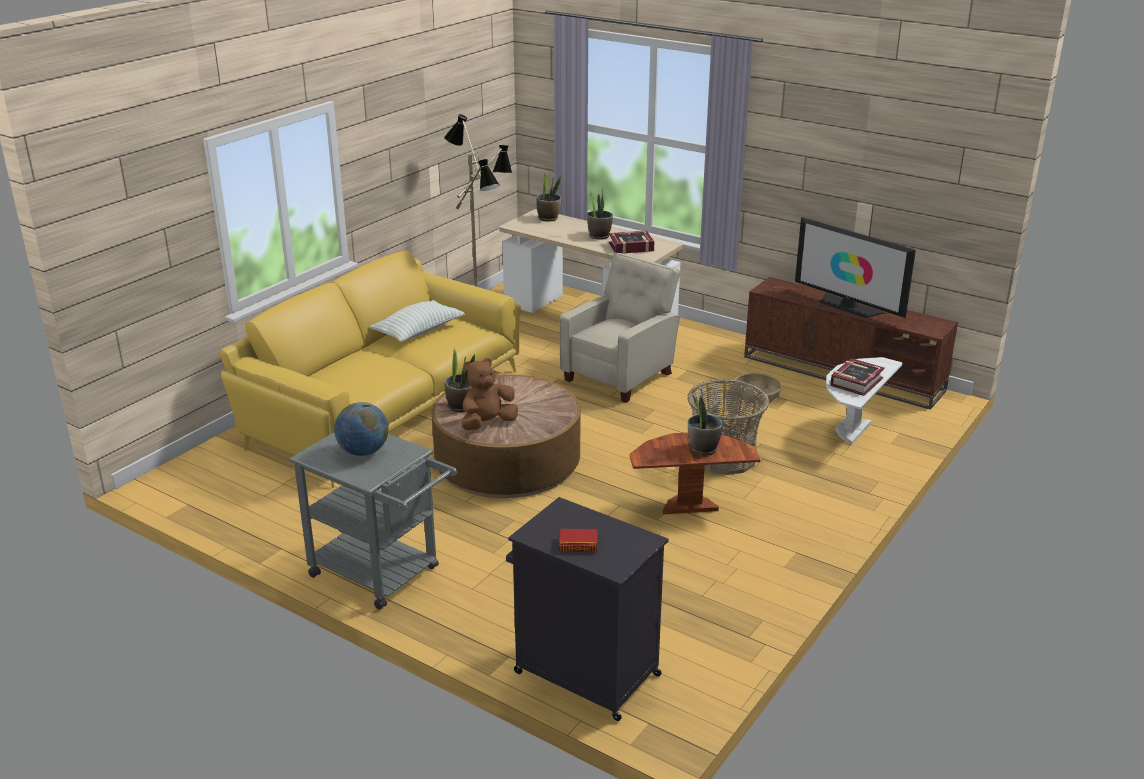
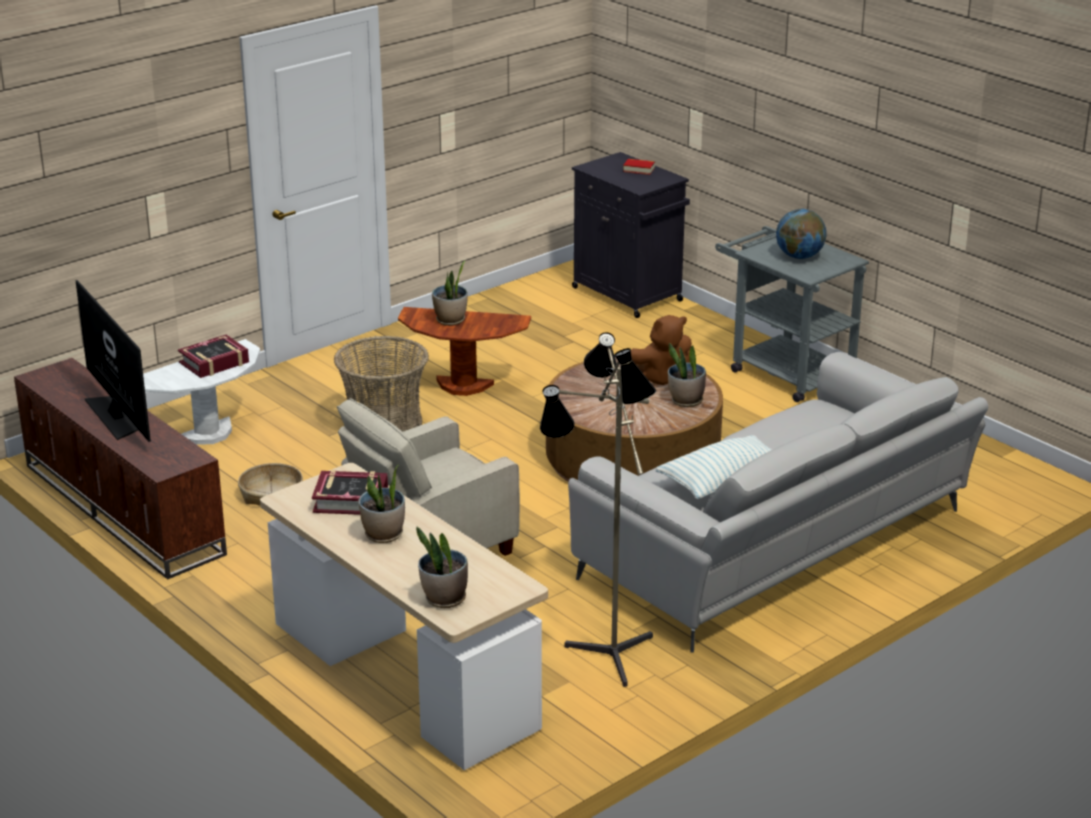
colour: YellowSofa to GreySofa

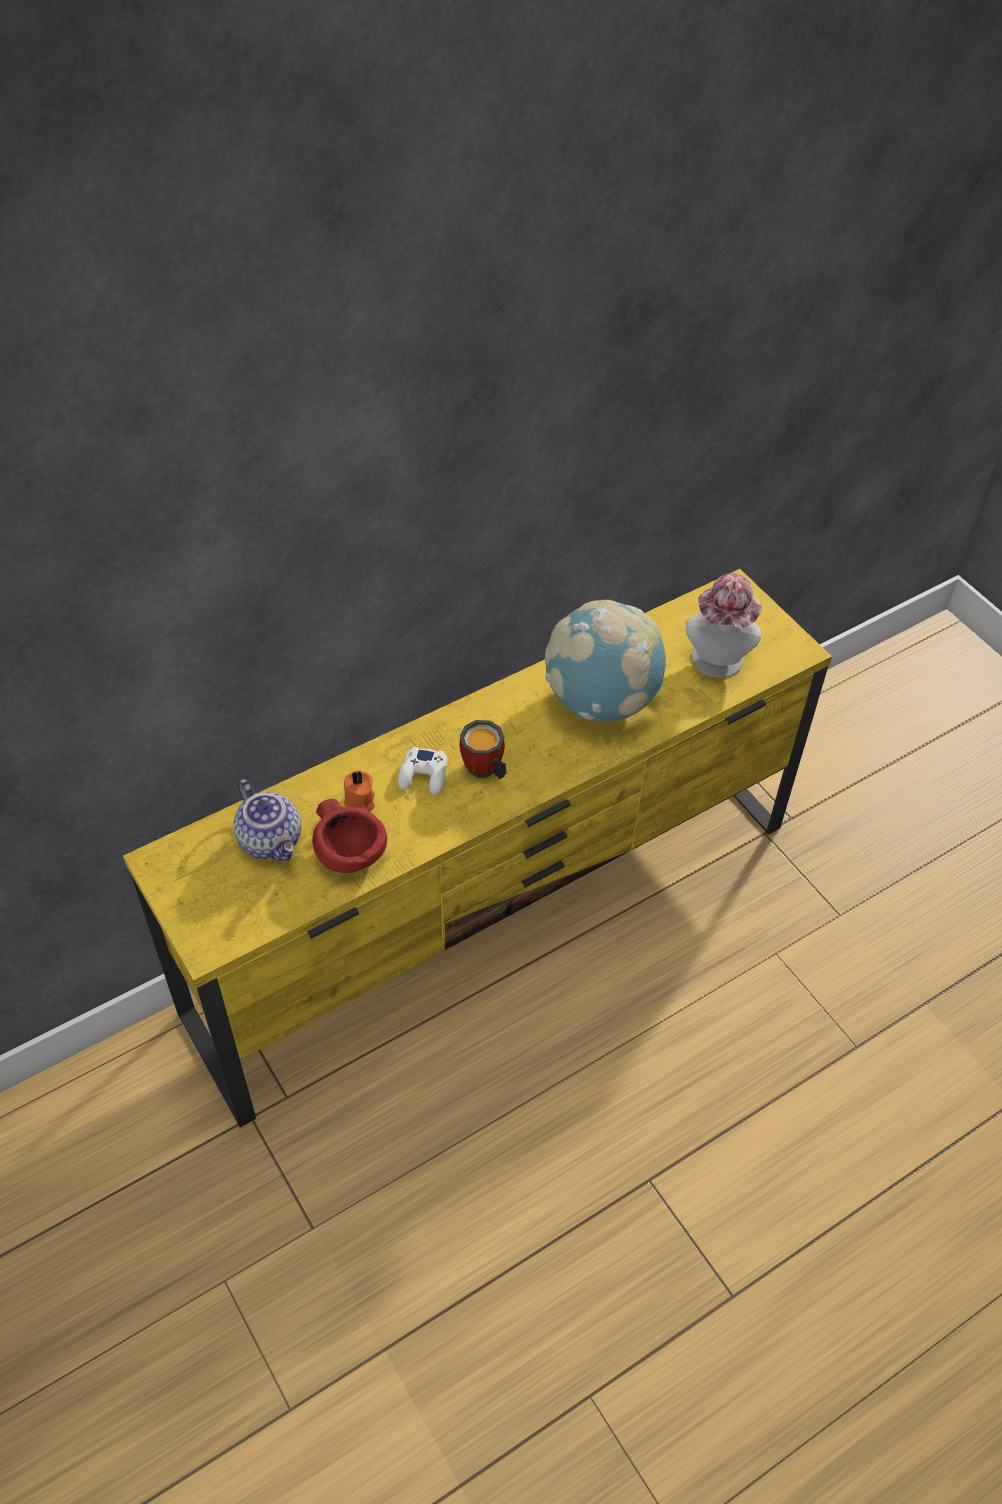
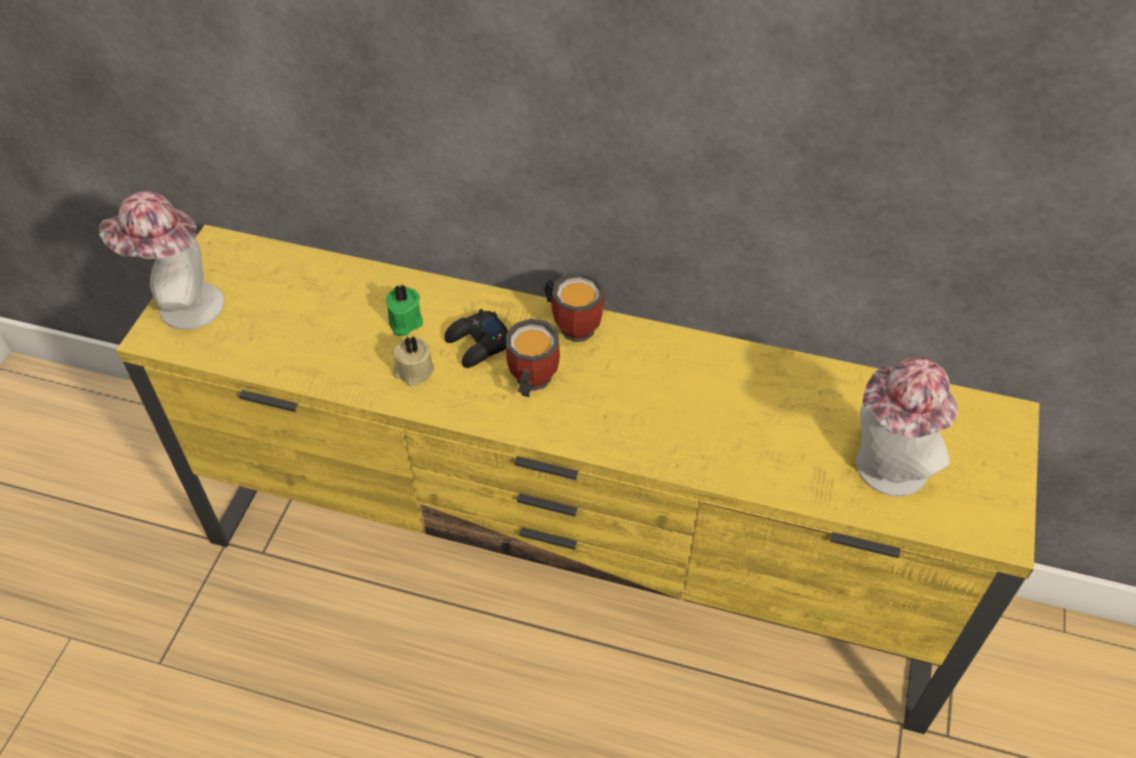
missing: Teapot; RedBowl; Globe
appeared: Hat (no. 1 from left); BeigeCandle; Mug (no. 2 from left)
colour: OrangeCandle to GreenCandle; WhiteGameController to BlackGameController

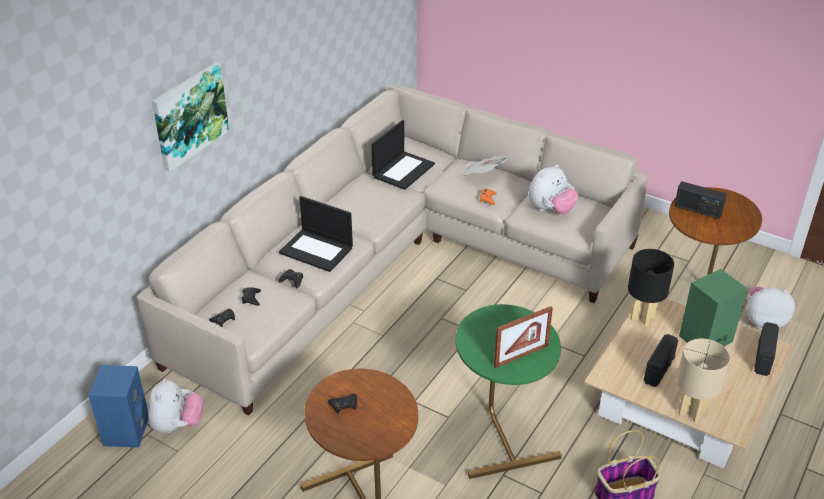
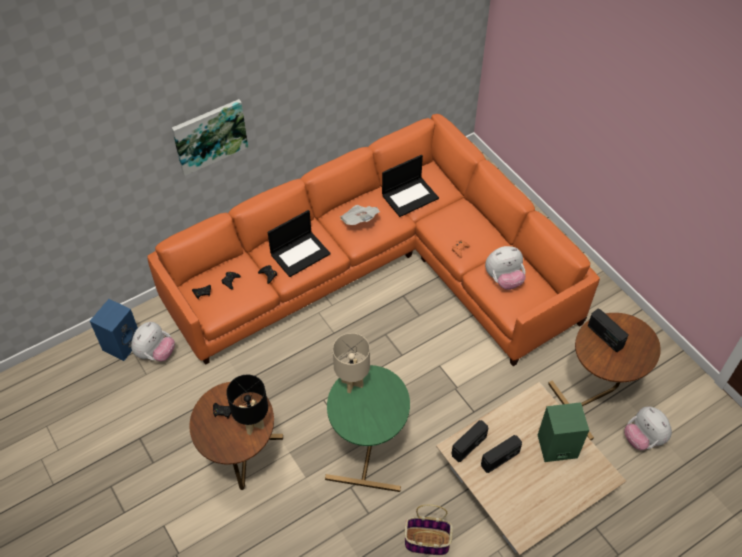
missing: PictureFrame
relocated: Newspaper; BlackTableLamp; BeigeTableLamp; Radio (no. 3 from left in the first image) to Radio (no. 1 from left)
colour: BeigeSofa to OrangeSofa
spun: Laptop (no. 1 from left) 90 degrees counterclockwise; PlushToy (no. 3 from left) 150 degrees counterclockwise

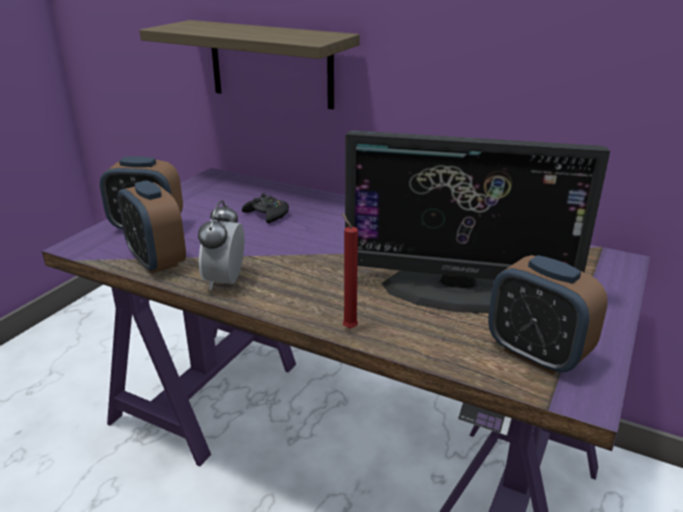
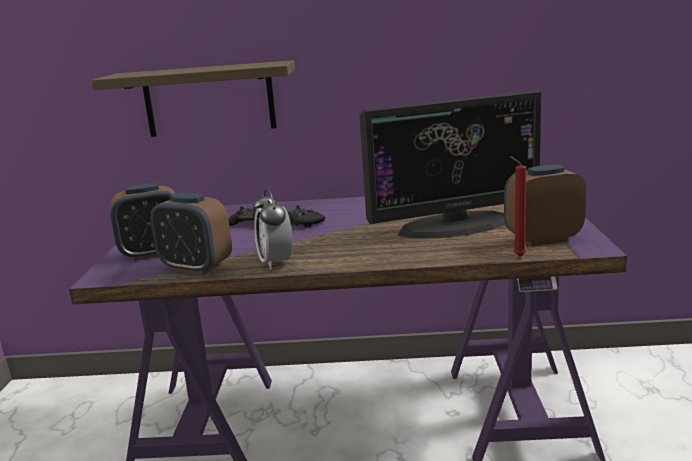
appeared: BlackGameController (no. 2 from left)
relocated: RedCandle
spun: AlarmClock (no. 4 from left) 150 degrees clockwise

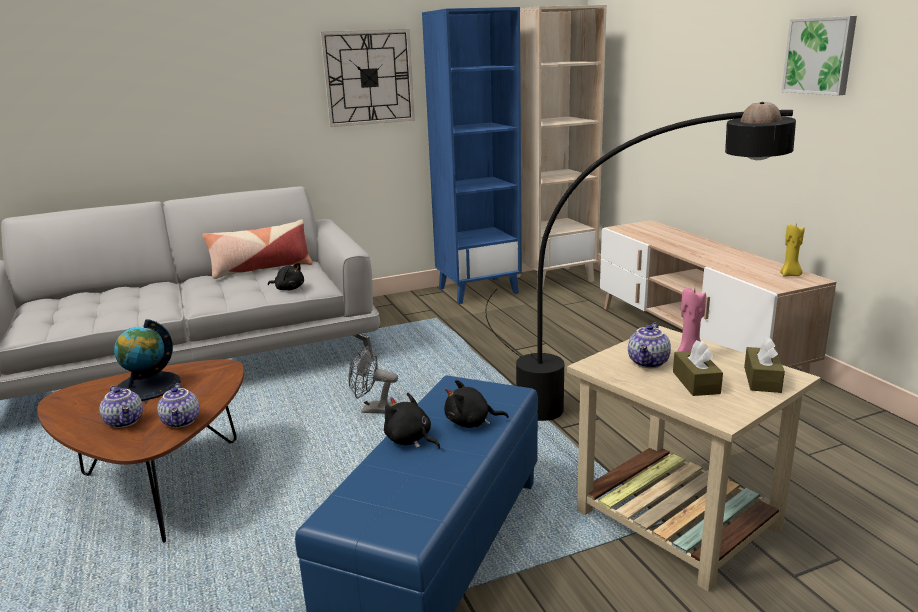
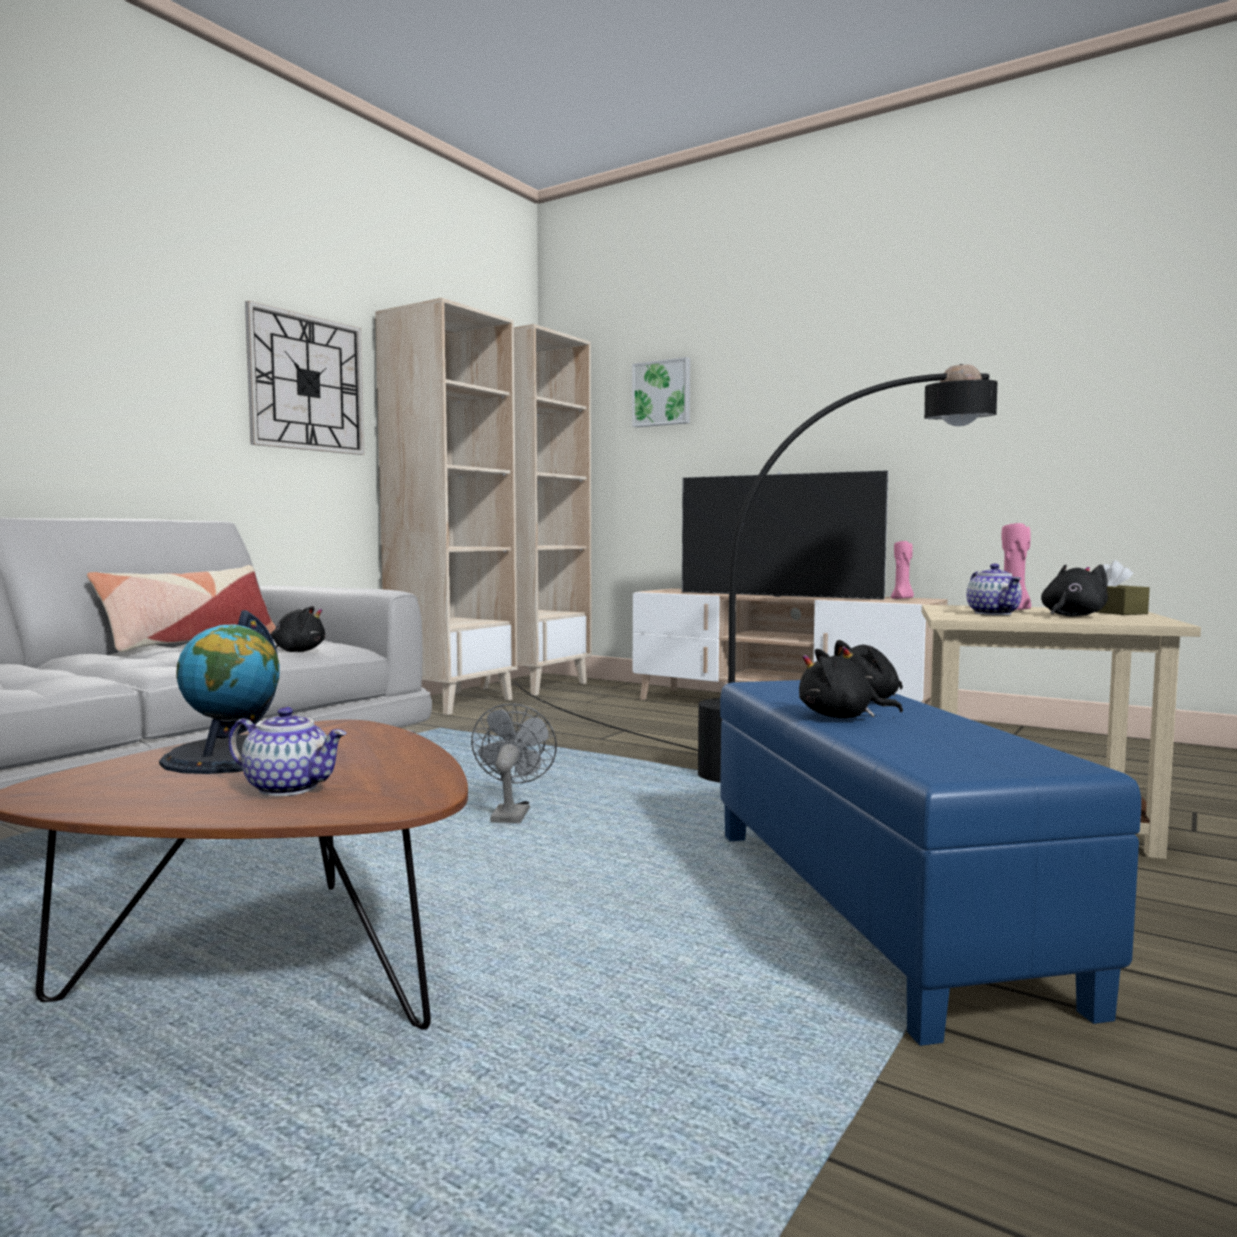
missing: Teapot (no. 2 from left)
appeared: Television
relocated: Picture
exchanged: BrownTissueBox (no. 1 from left) to BlackPlushToy (no. 4 from left)
colour: BlueBookcase to BeigeBookcase (no. 1 from left); YellowCandle to PinkCandle (no. 1 from left)
spun: GreyFan 120 degrees clockwise

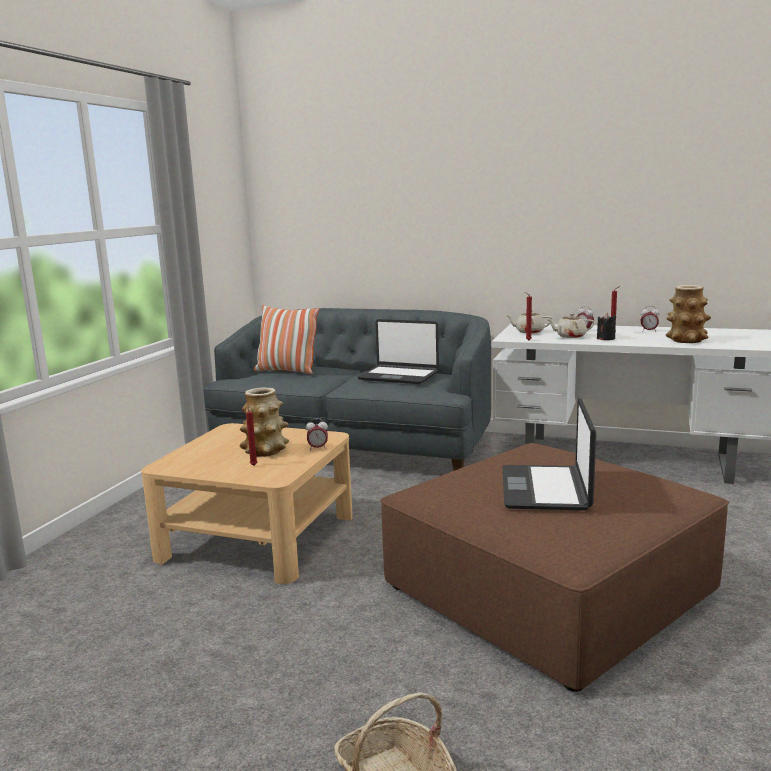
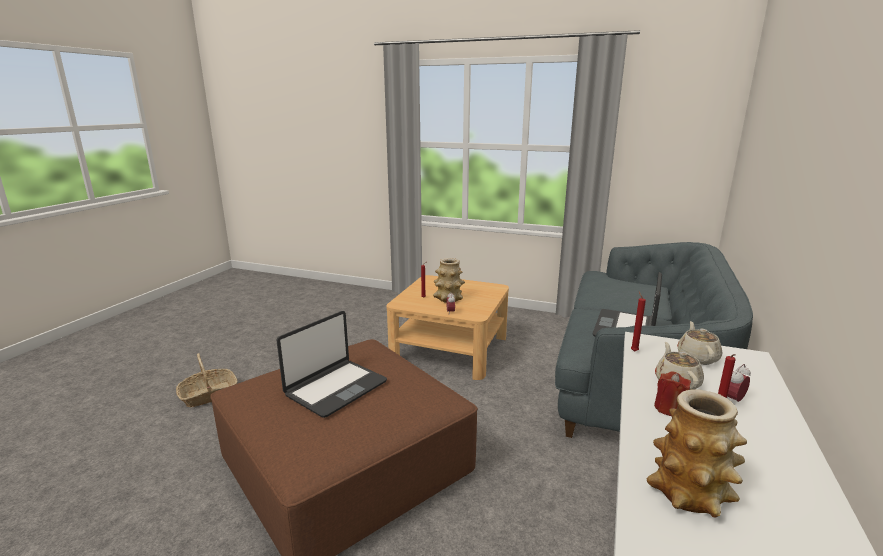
missing: Pillow; AlarmClock (no. 3 from left)
colour: BlackCandle to RedCandle (no. 3 from left)
spun: Laptop (no. 2 from left in the first image) 120 degrees clockwise

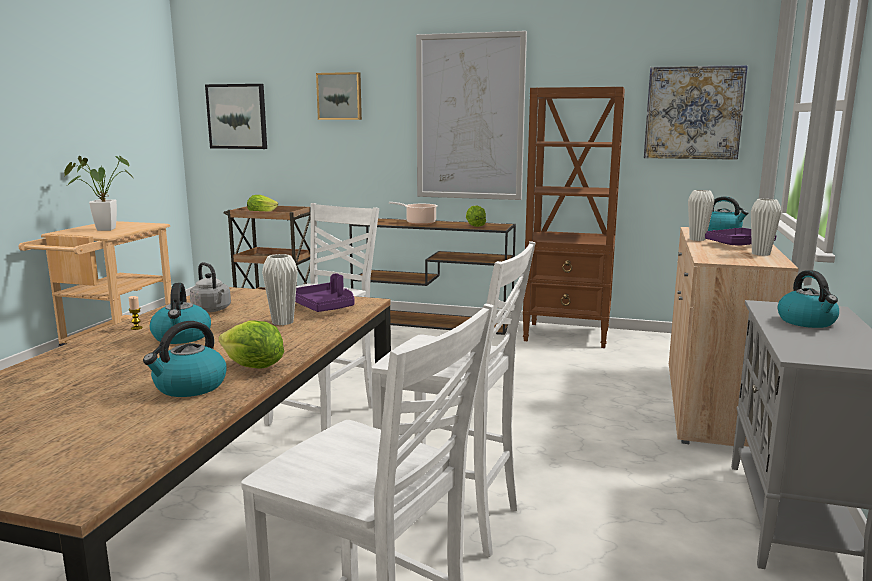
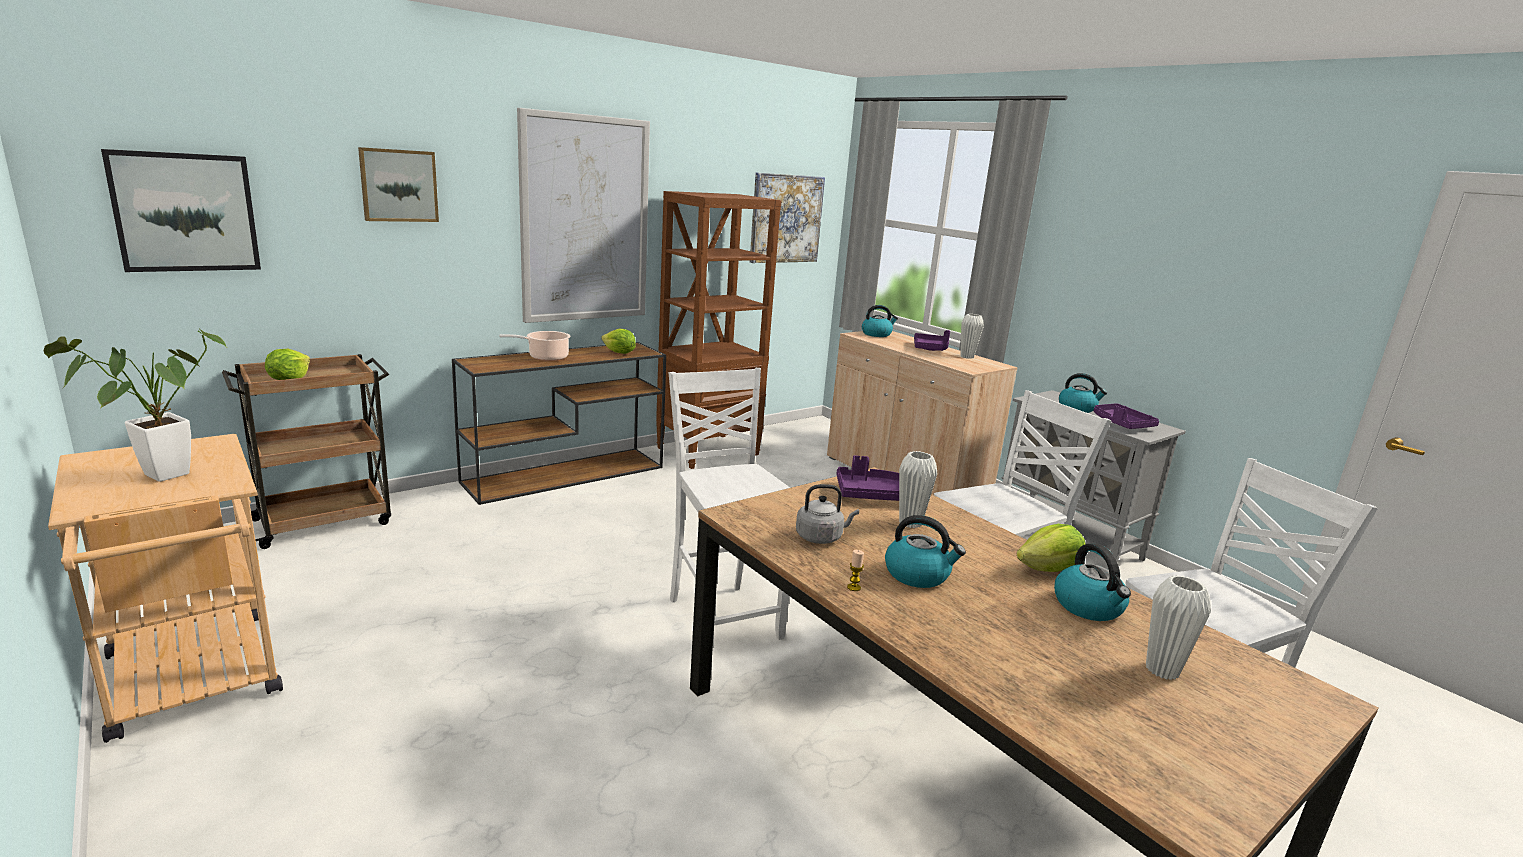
appeared: PurpleTray (no. 3 from left)
relocated: WhiteVase (no. 2 from left in the first image) to WhiteVase (no. 3 from left)

